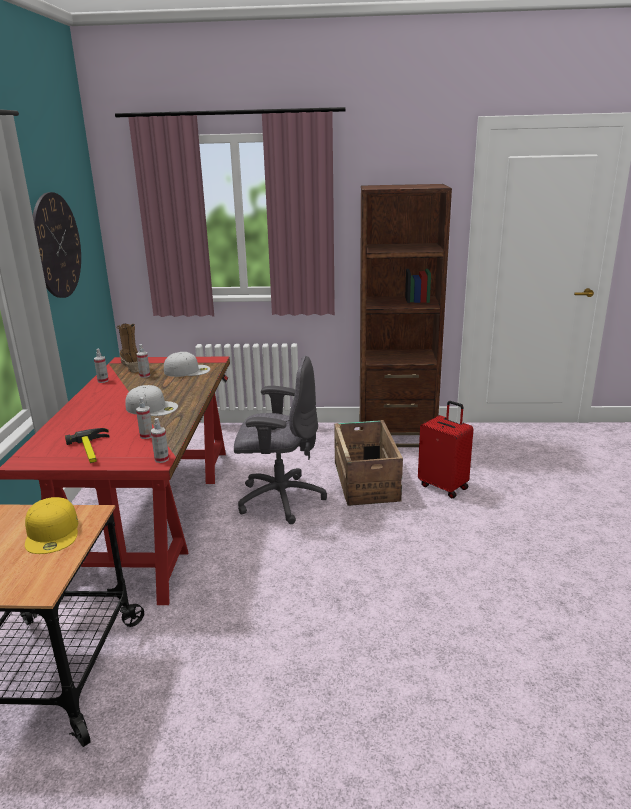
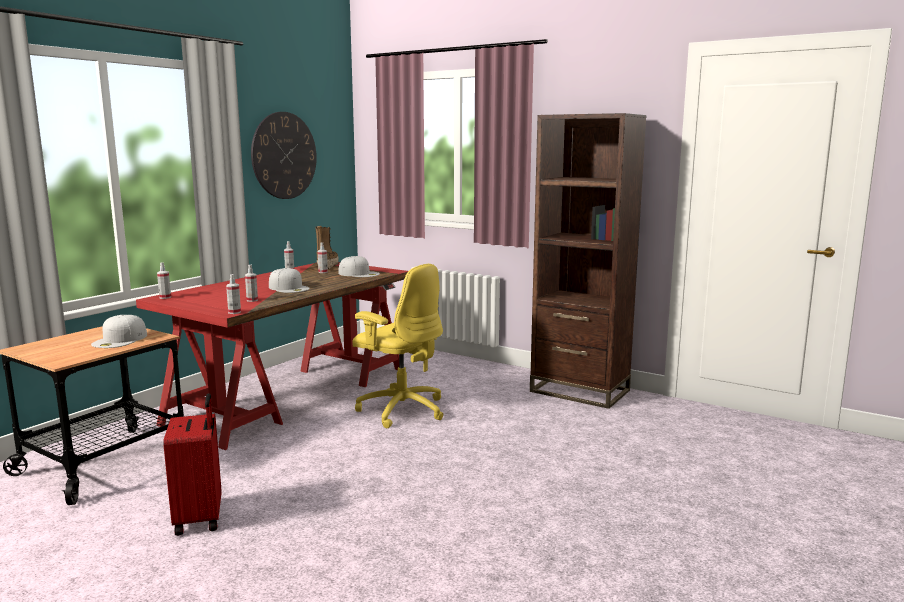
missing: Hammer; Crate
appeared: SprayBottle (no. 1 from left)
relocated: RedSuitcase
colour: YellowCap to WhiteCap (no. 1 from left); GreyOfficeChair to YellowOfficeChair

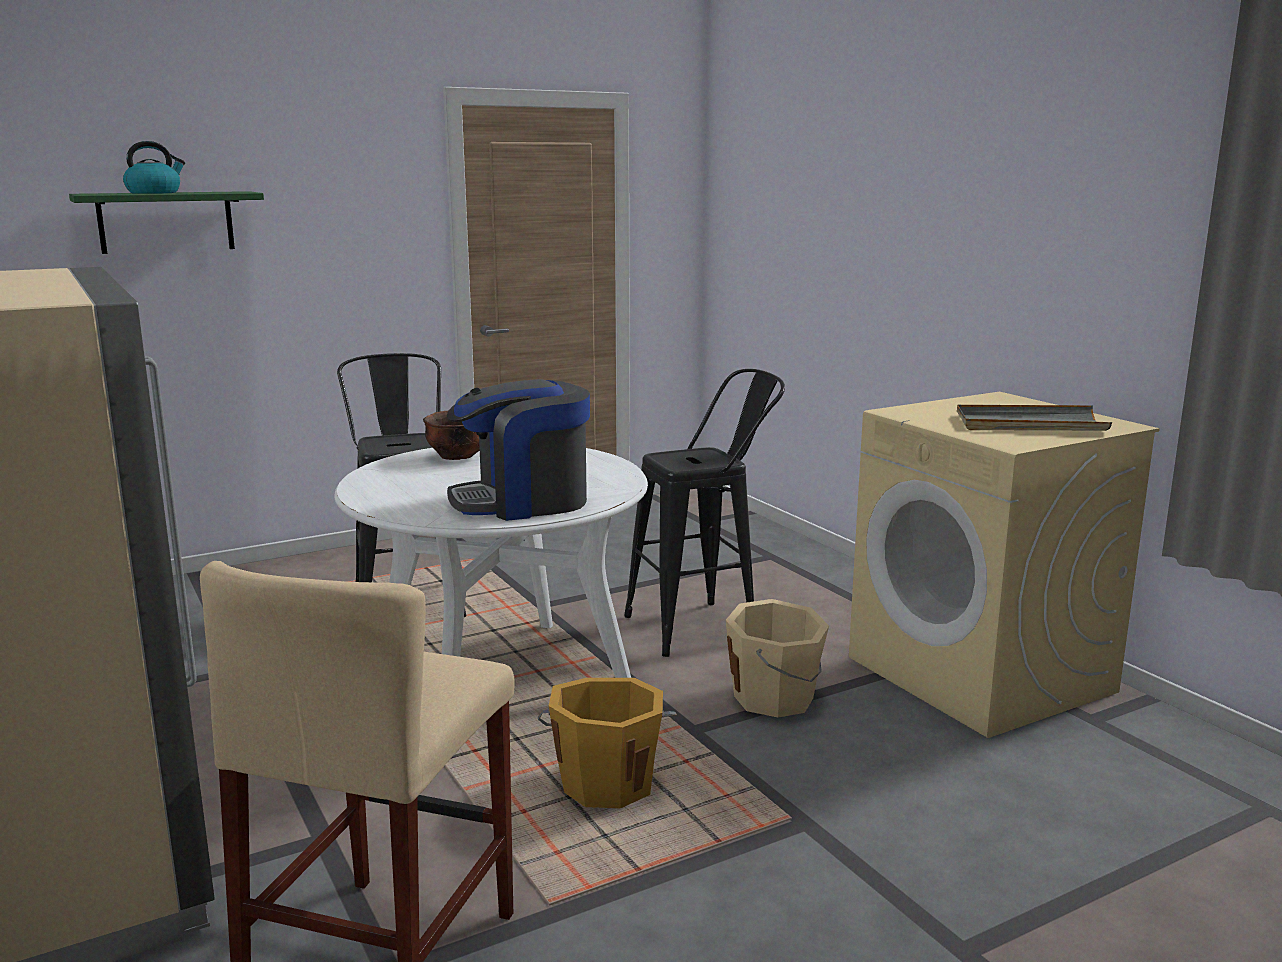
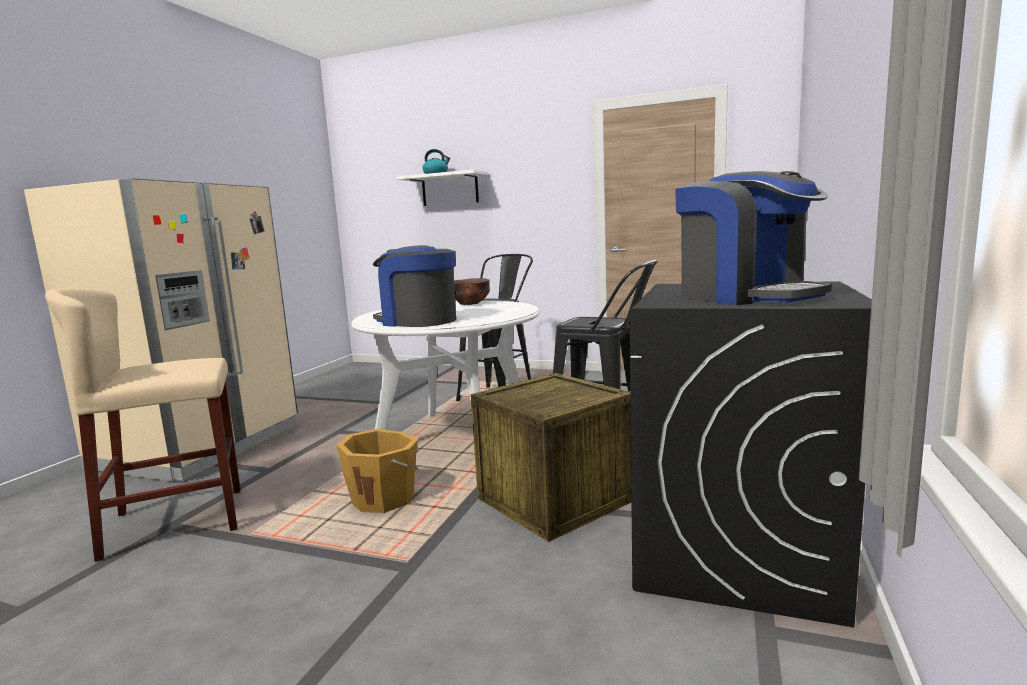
exchanged: BeigeBucket to Crate; GreyTray to CoffeeMachine (no. 2 from left)
colour: GreenShelf to WhiteShelf; BeigeWashingMachine to BlackWashingMachine

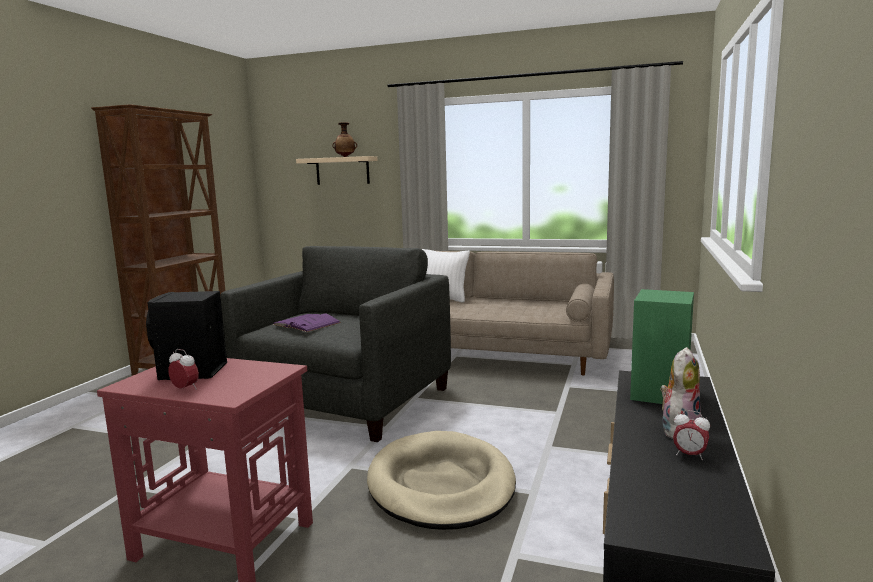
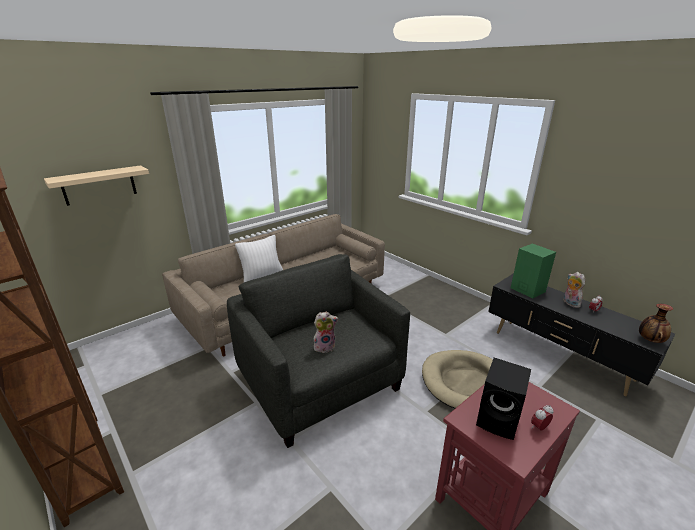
relocated: Vase
exchanged: PurpleBook to PlushToy (no. 1 from left)

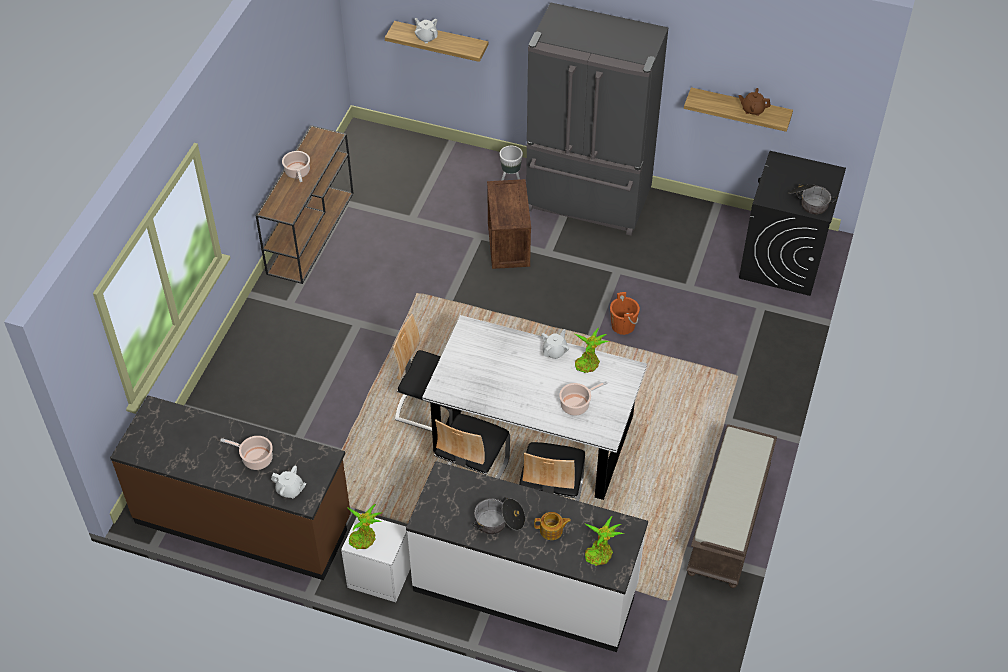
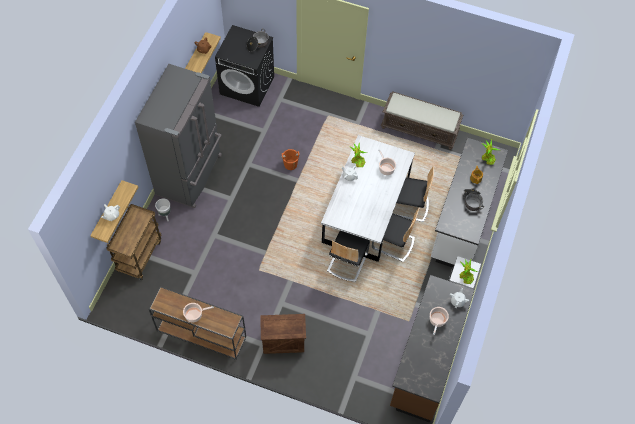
appeared: BrownCart
relocated: Crate

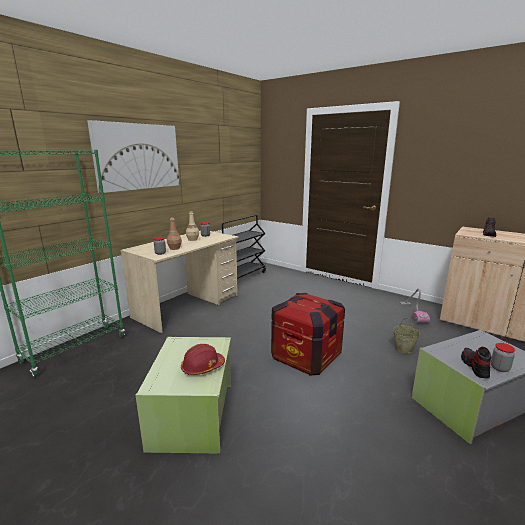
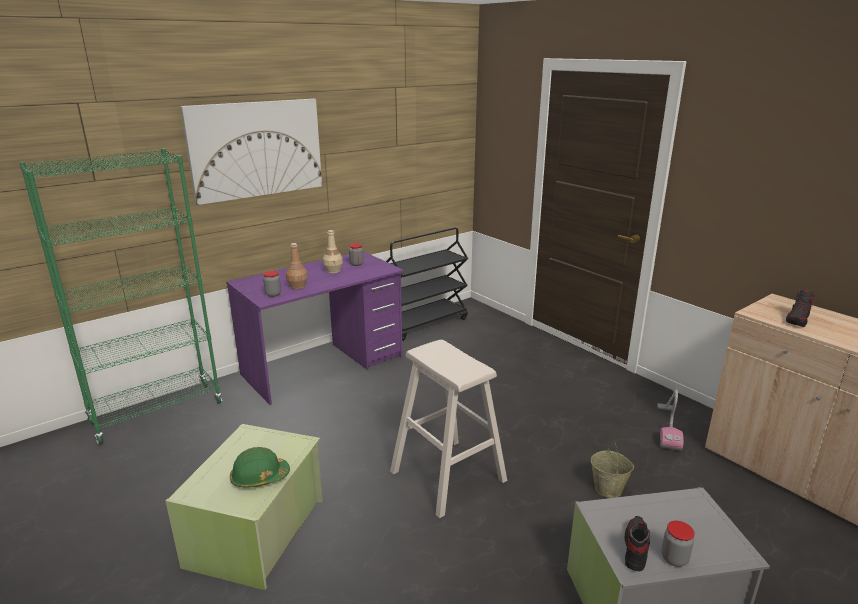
exchanged: Crate to BeigeStool
colour: BeigeDesk to PurpleDesk; RedHardHat to GreenHardHat

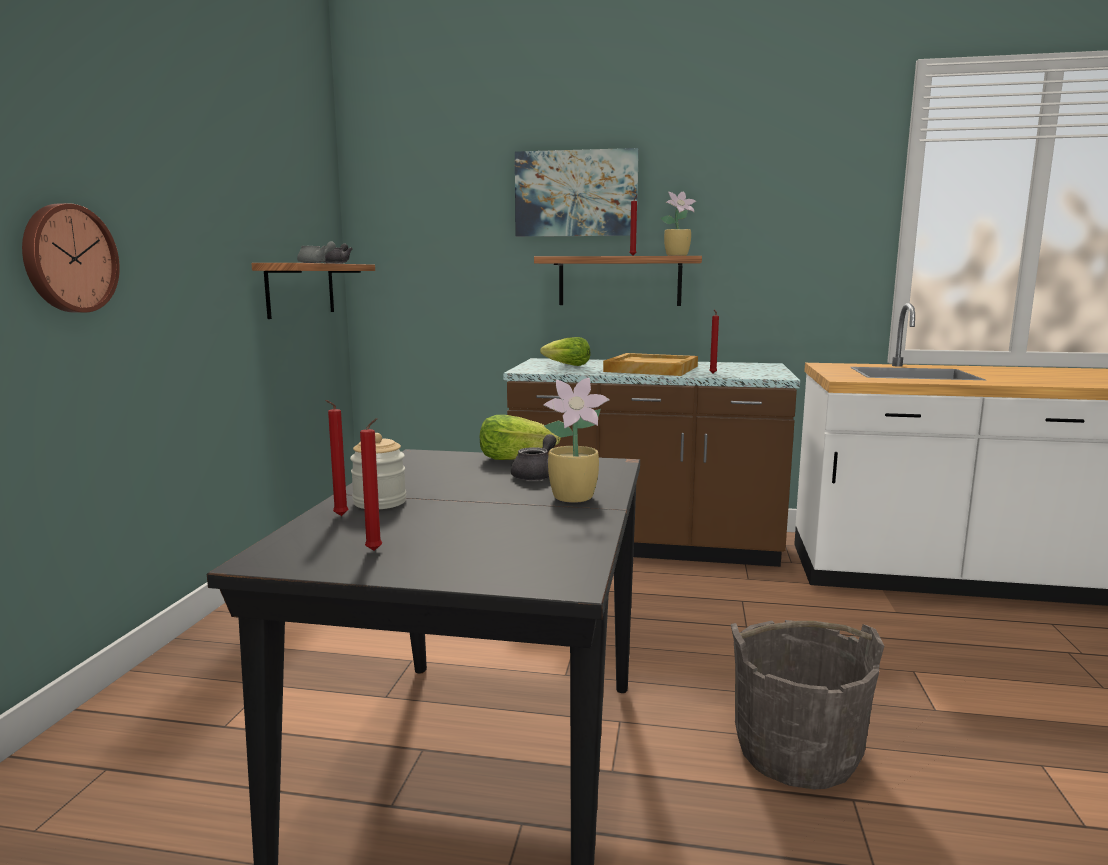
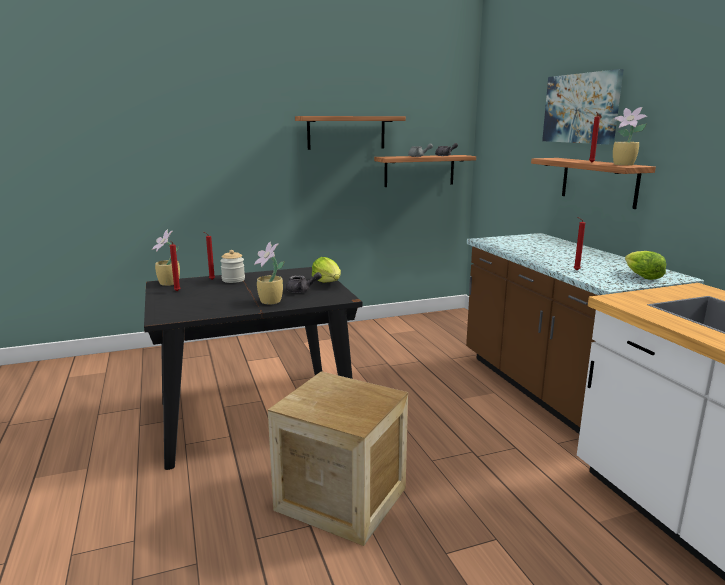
missing: WallClock; BeigeTray
appeared: PottedPlant (no. 1 from left); Shelf (no. 1 from left)
relocated: Lettuce (no. 2 from left)
exchanged: GreyBucket to Crate

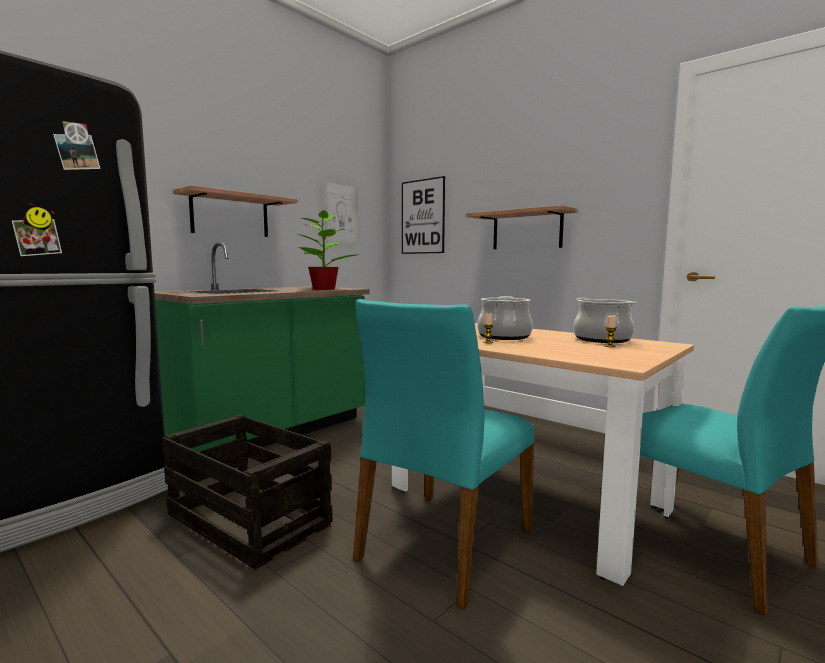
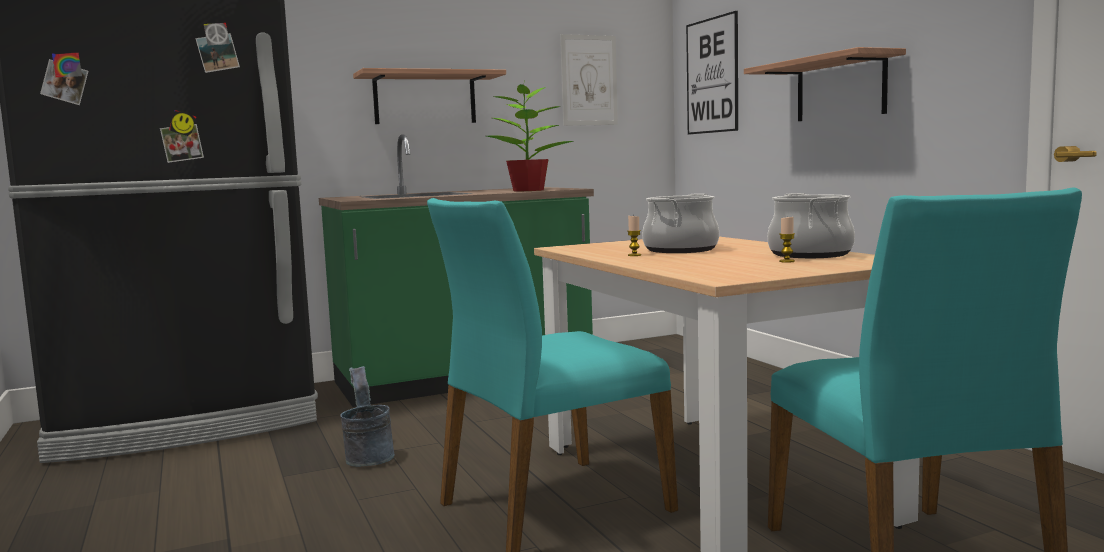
exchanged: Crate to GreyBucket

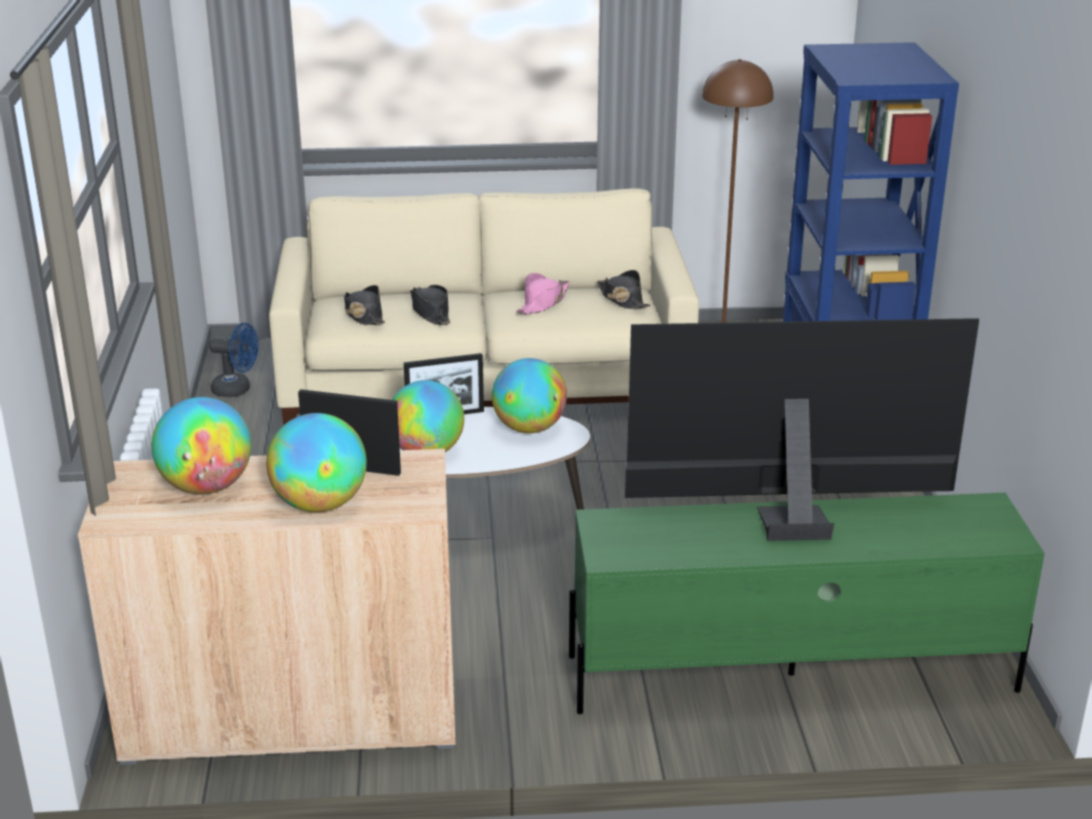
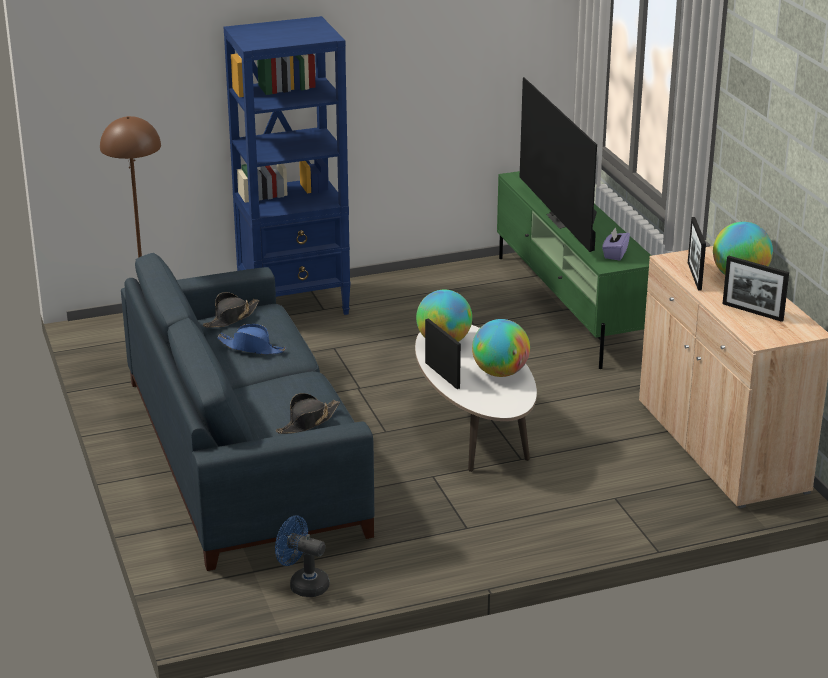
missing: BlackHat (no. 2 from left)
appeared: PurpleTissueBox
exchanged: Globe (no. 1 from left) to PictureFrame (no. 3 from left)
colour: BeigeSofa to BlueSofa; PinkHat to BlueHat
spun: BlueFan 60 degrees counterclockwise

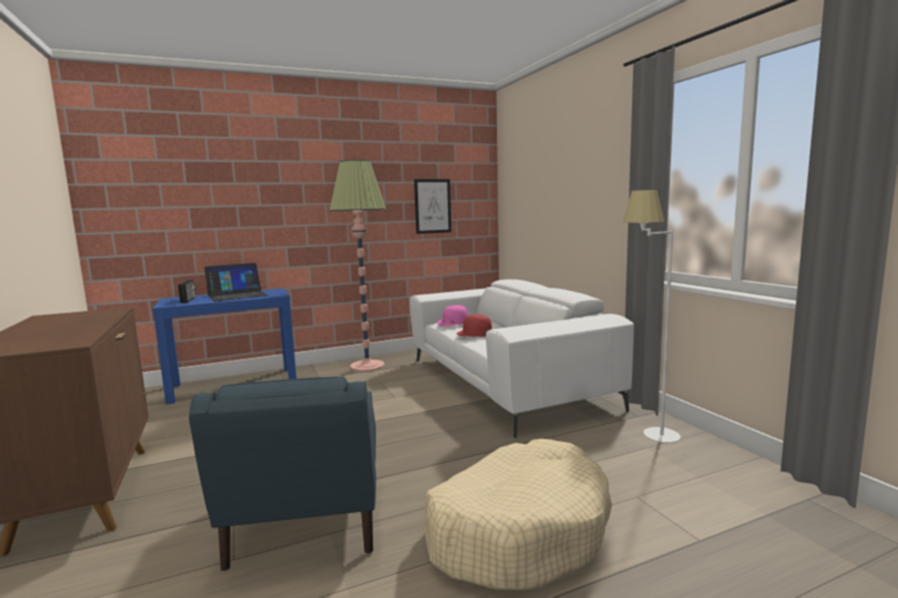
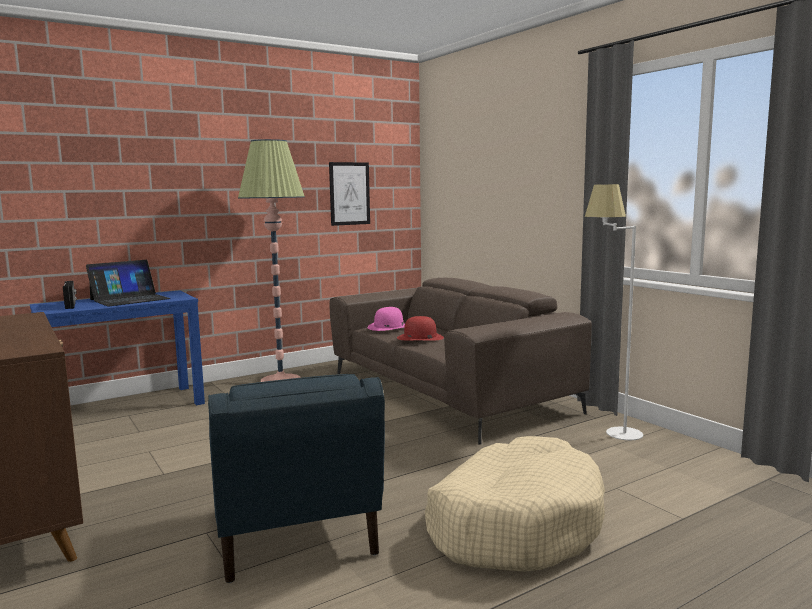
colour: WhiteSofa to BrownSofa

